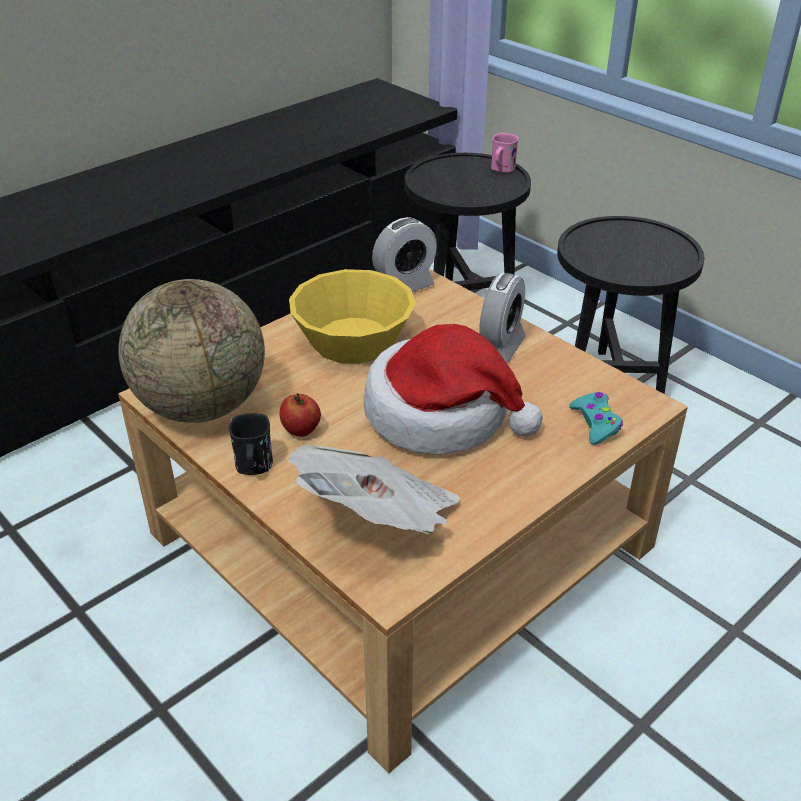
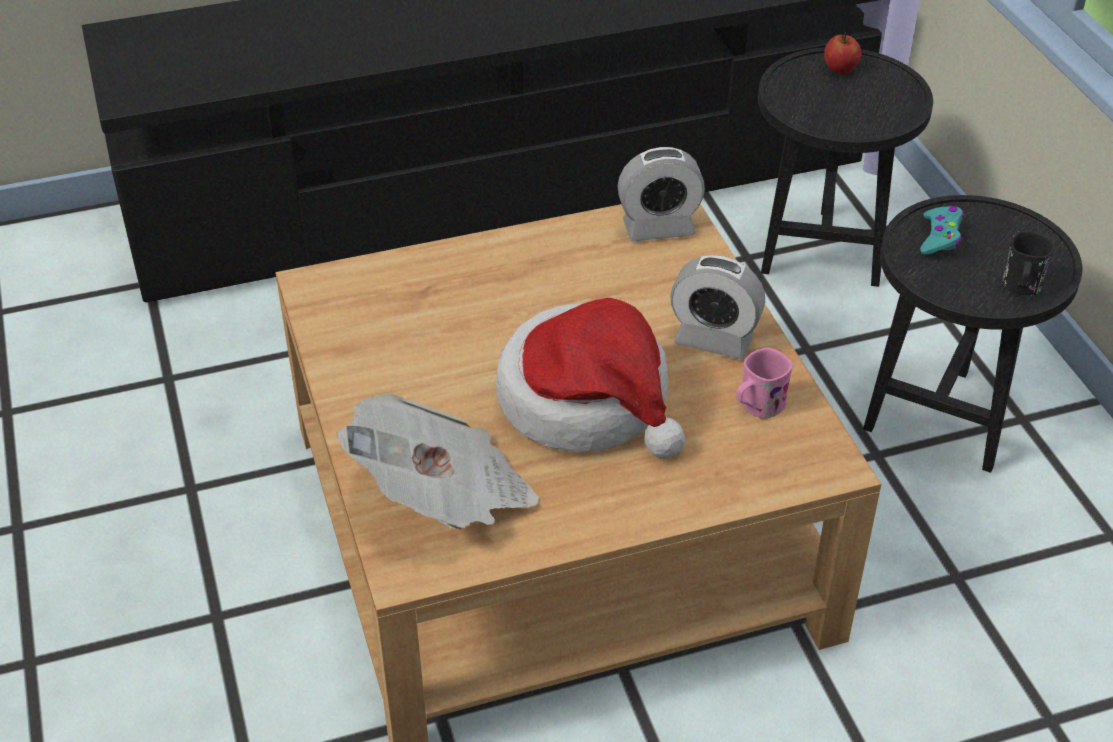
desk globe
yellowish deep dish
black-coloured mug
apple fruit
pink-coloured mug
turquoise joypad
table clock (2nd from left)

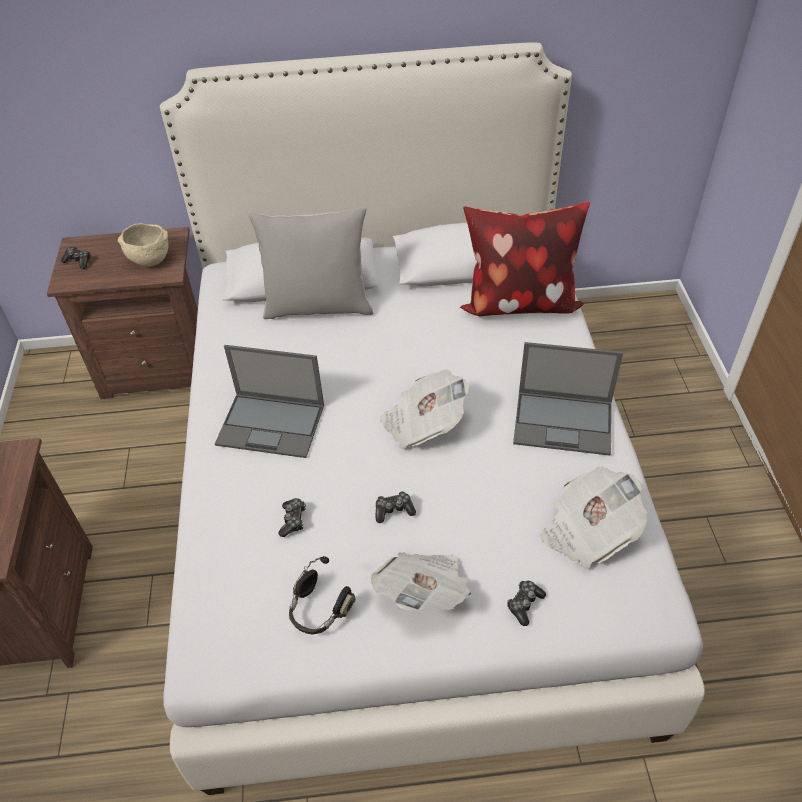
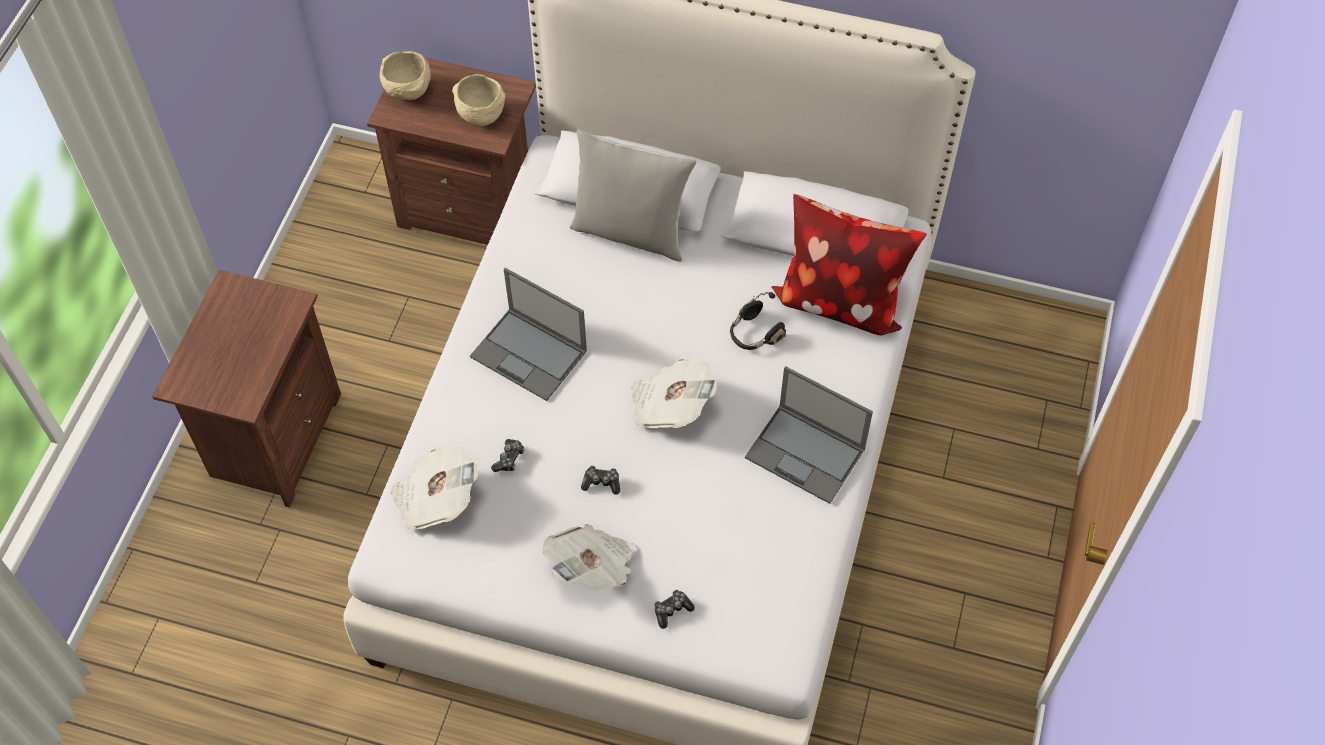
black-coloured headset
newspaper (1st from left)
beige-coloured deep dish (1st from left)

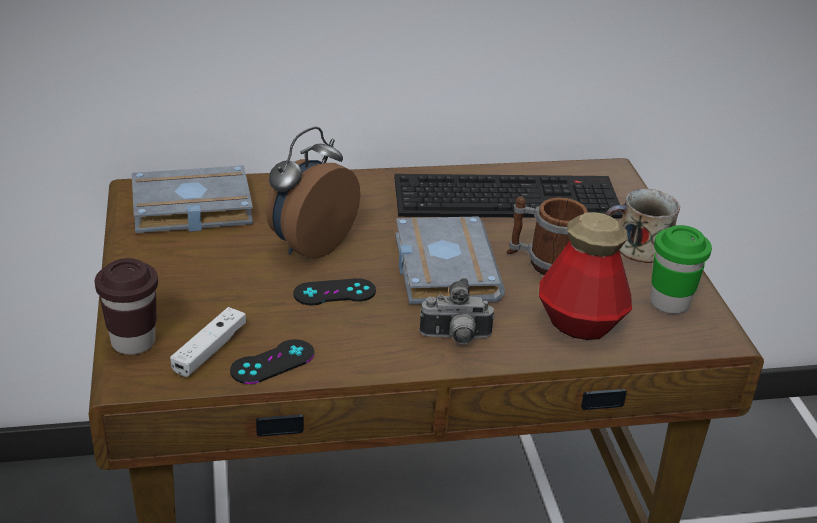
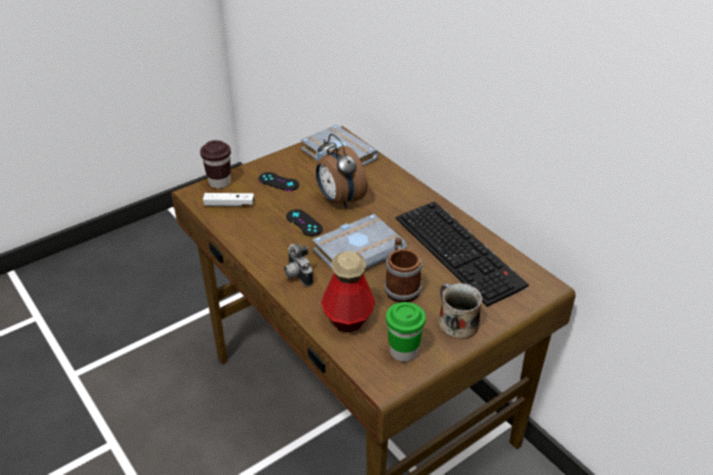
black-coloured joypad (1st from left)
table clock

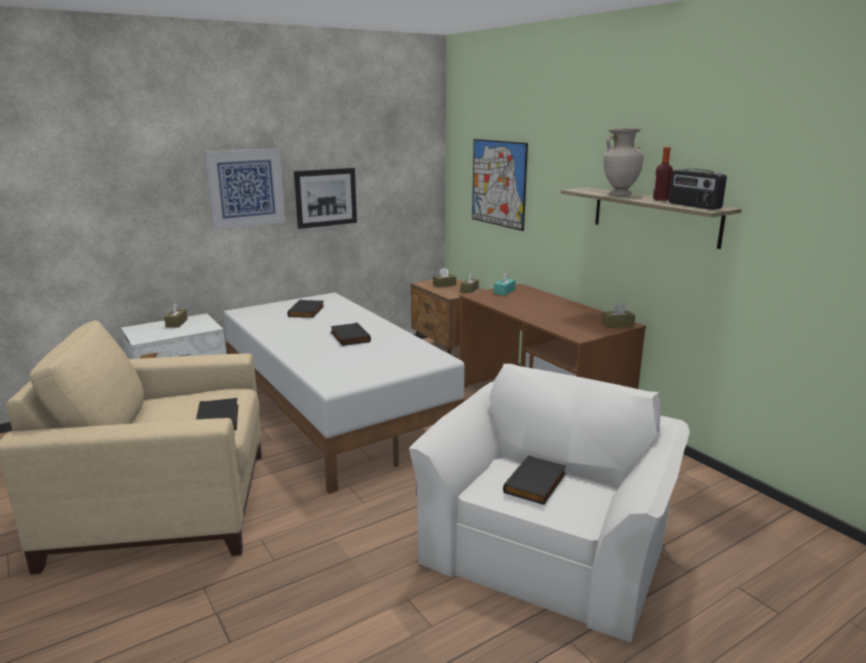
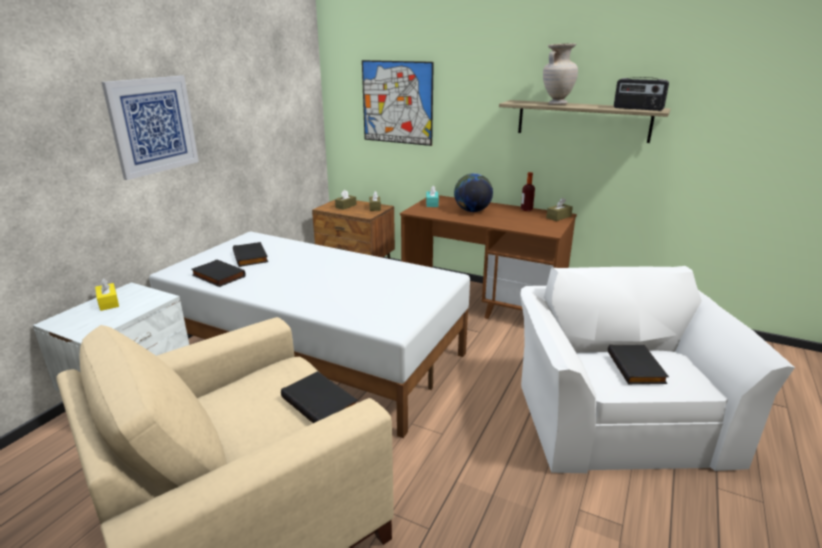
wall picture (2nd from left in the first image)
desk globe
black-coloured bound book (1st from left)
drink bottle
yellowish tissue holder

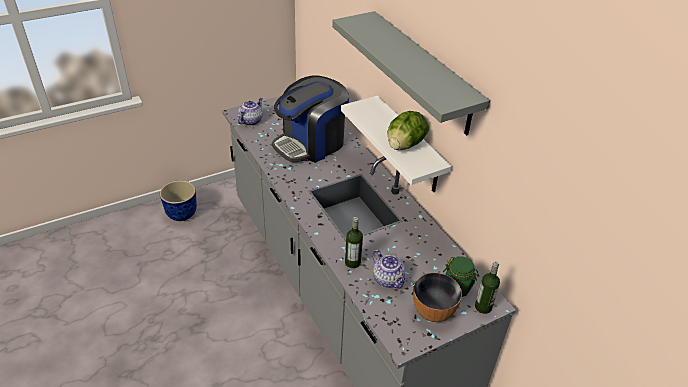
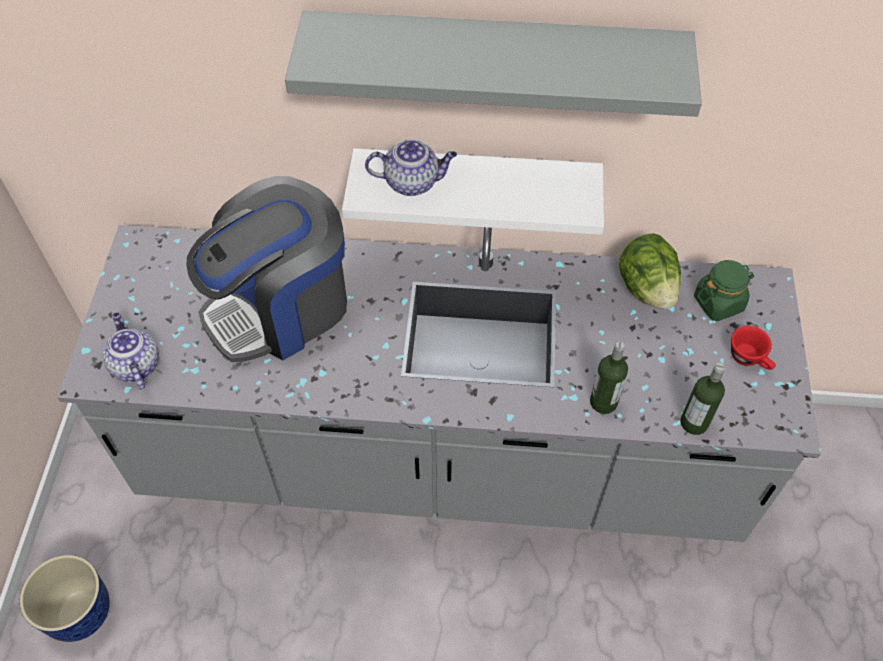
tea pot (2nd from left)
head of lettuce
drink bottle (2nd from left)
red drinking cup
coffee maker

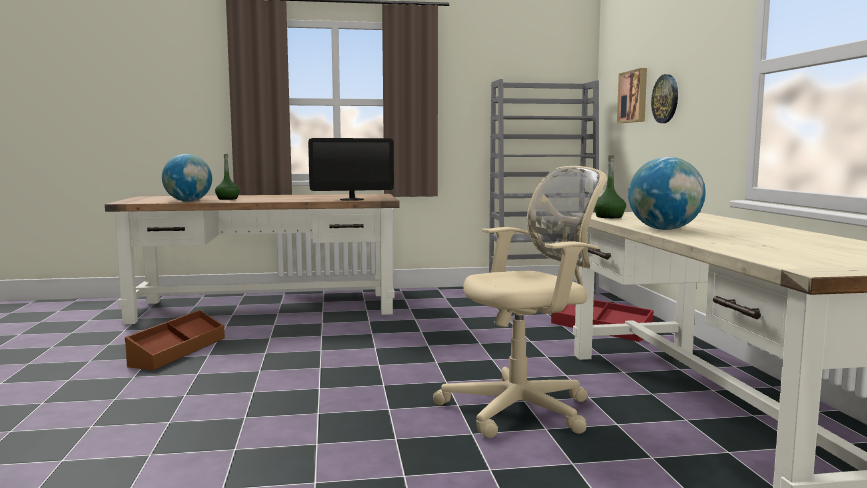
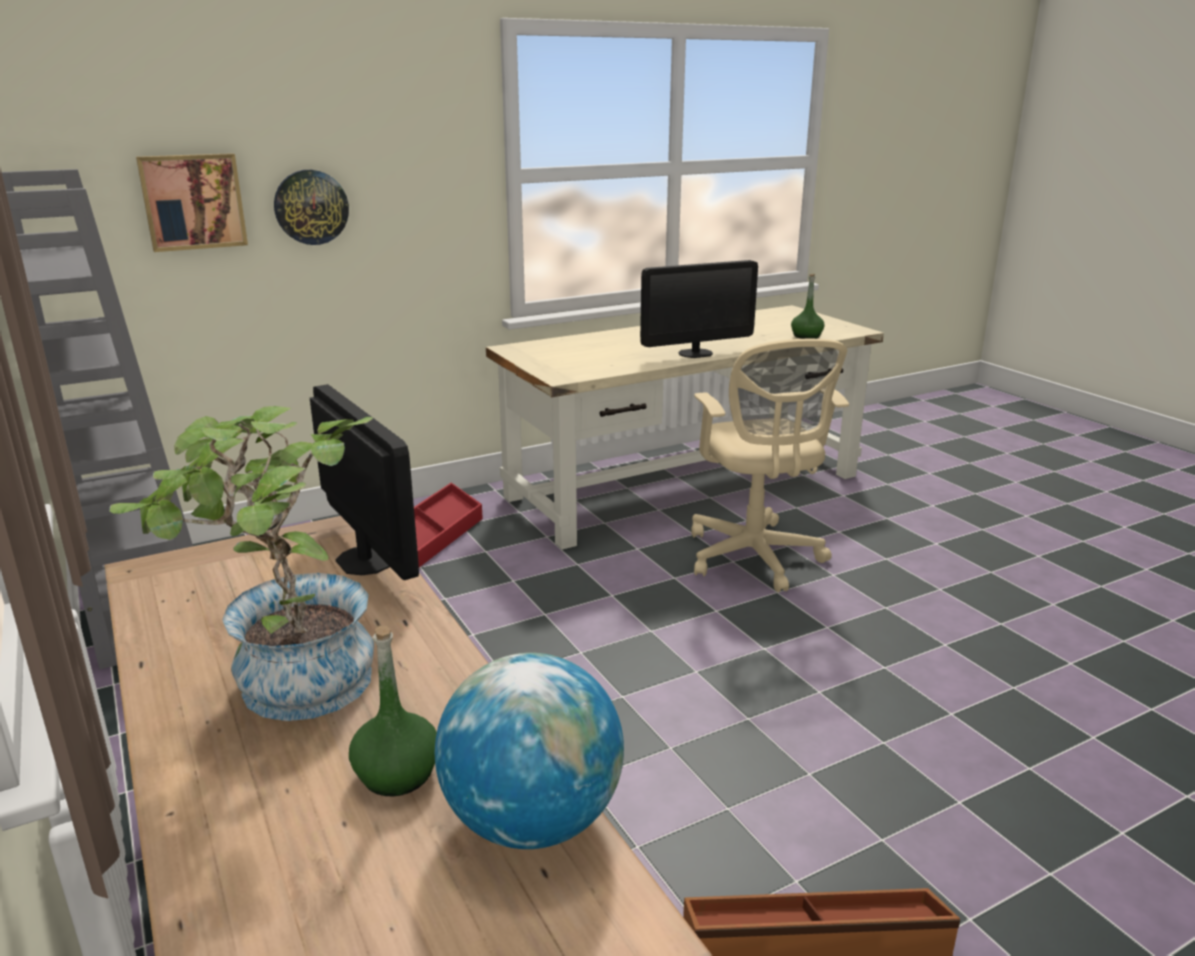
plant in a pot
greenish drink bottle (2nd from left)
monitor (2nd from left)
beige-coloured office chair

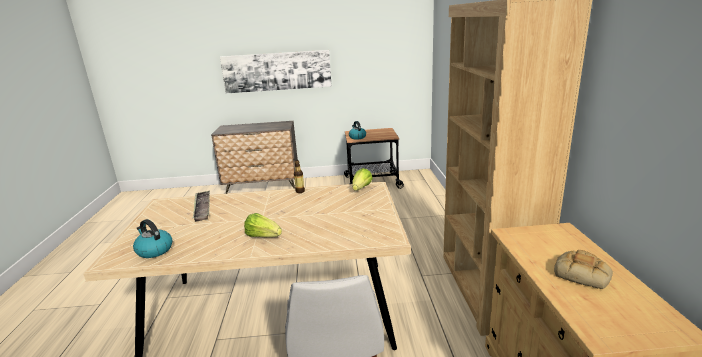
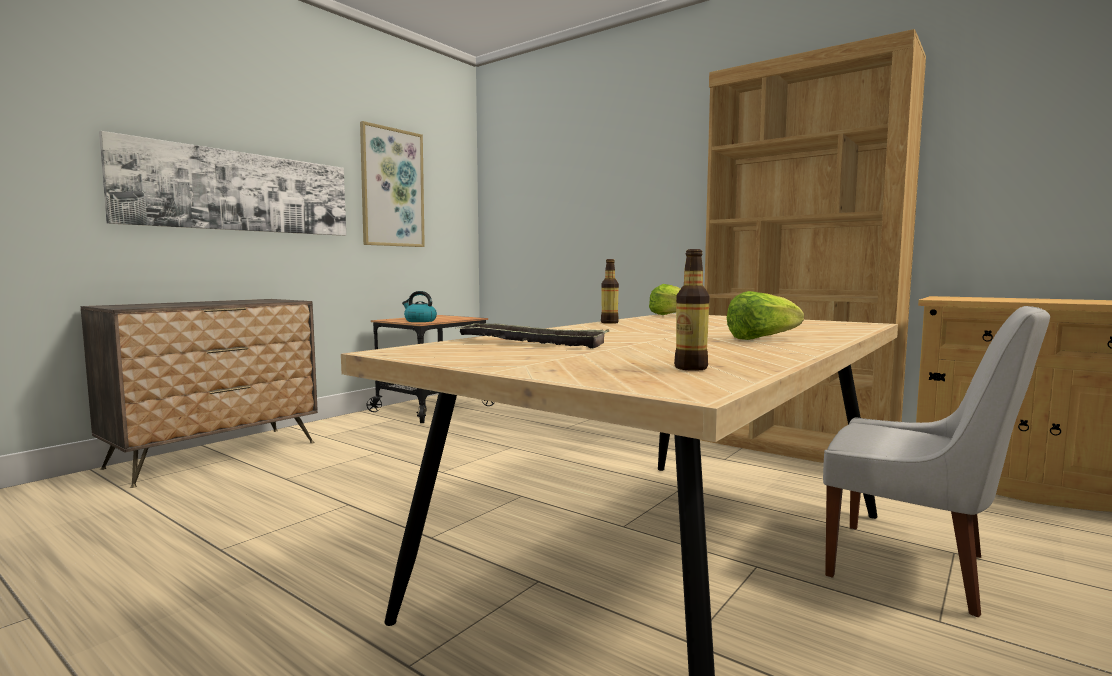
bread
wall picture (2nd from left)
drink bottle (2nd from left)

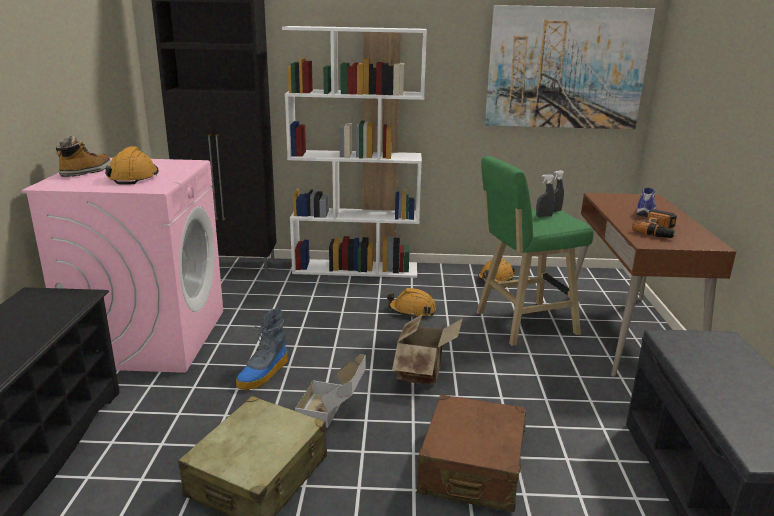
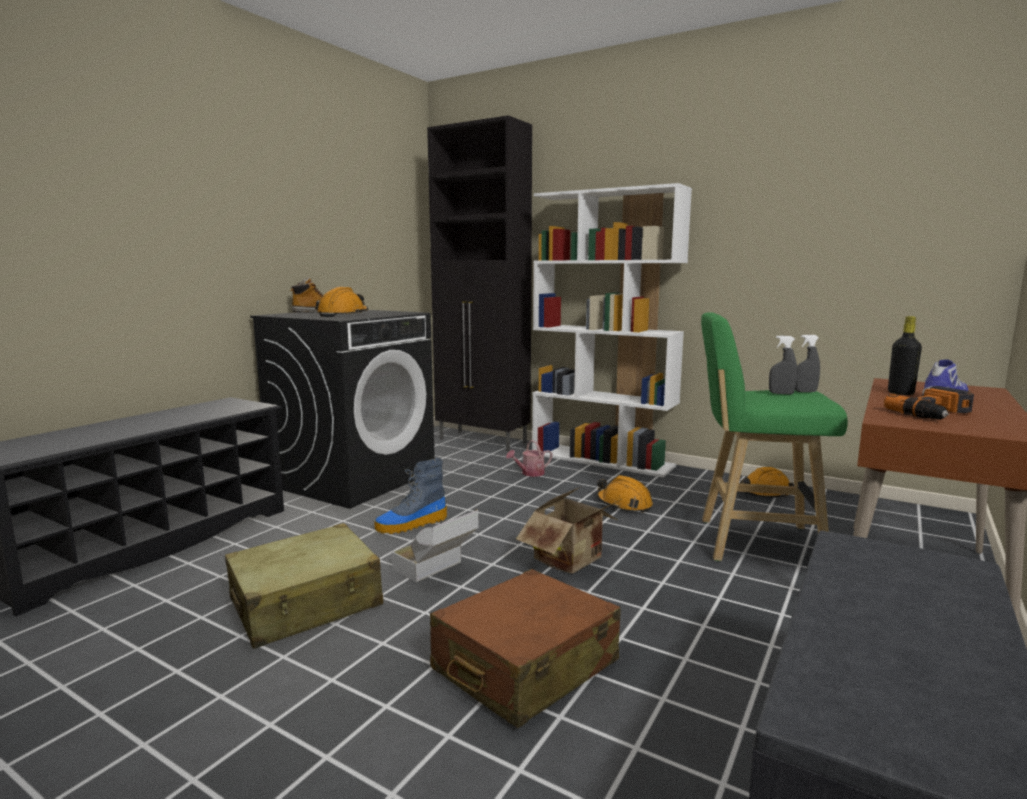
wall picture
watering can
black-coloured drink bottle
black-coloured washing machine

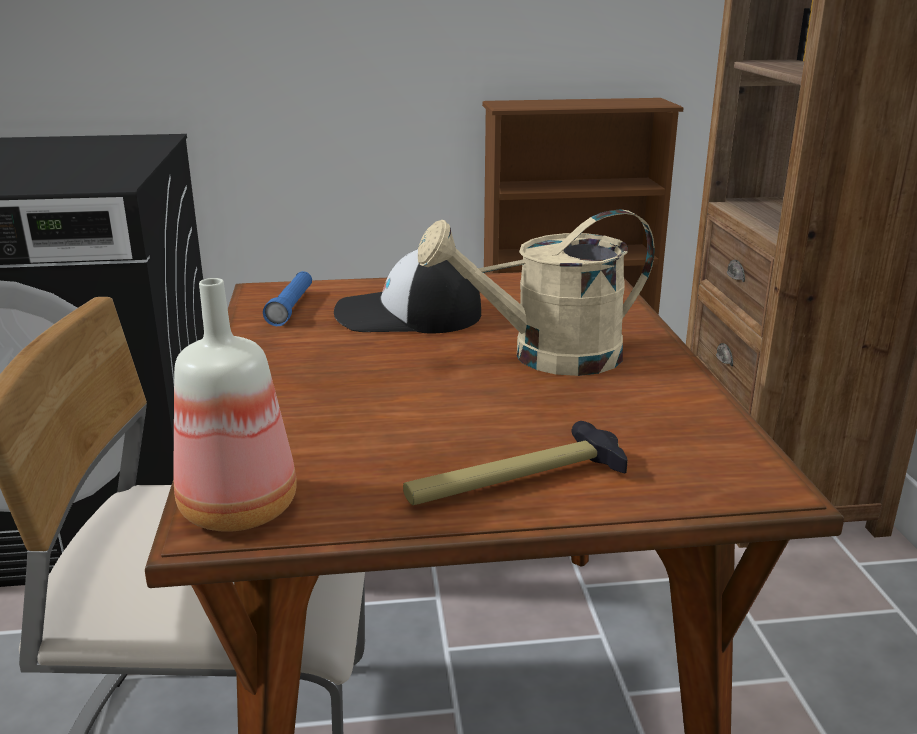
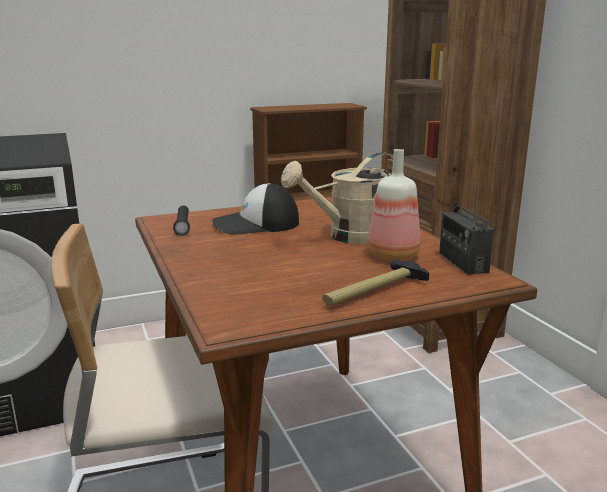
radio
drink bottle
black-coloured torch

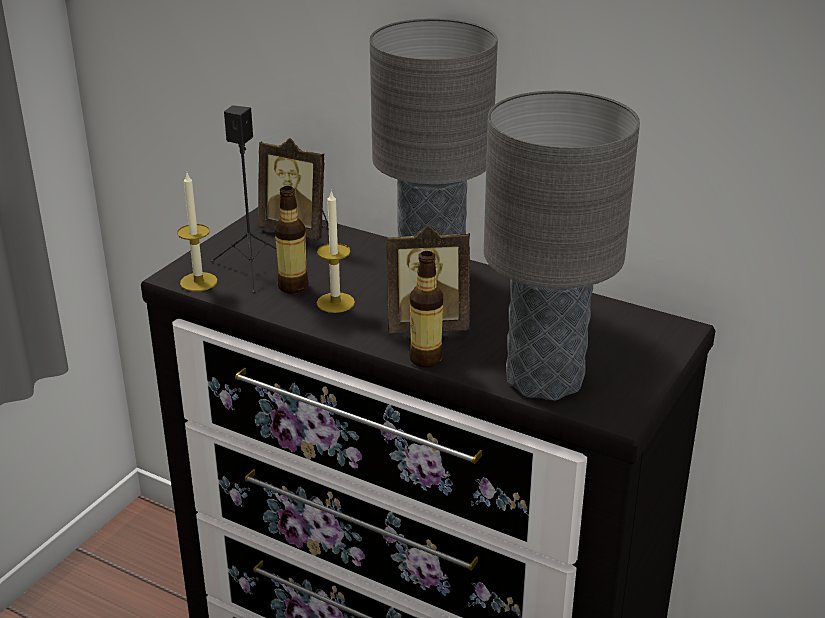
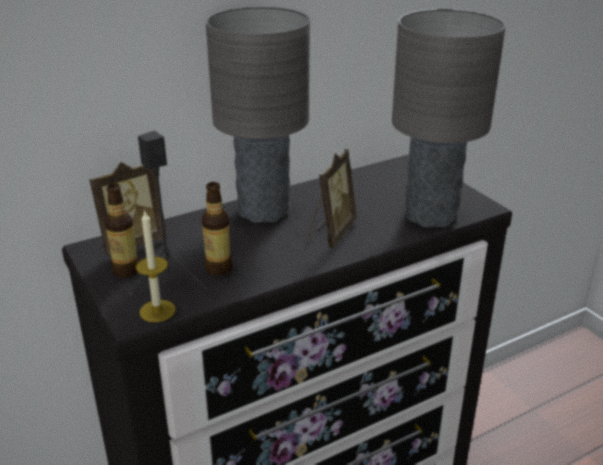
wax candle (2nd from left in the first image)
drink bottle (1st from left)

